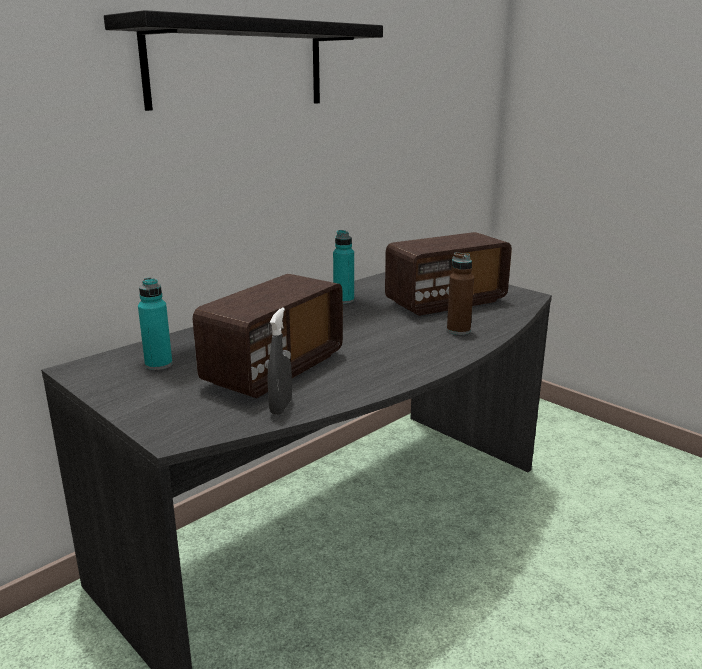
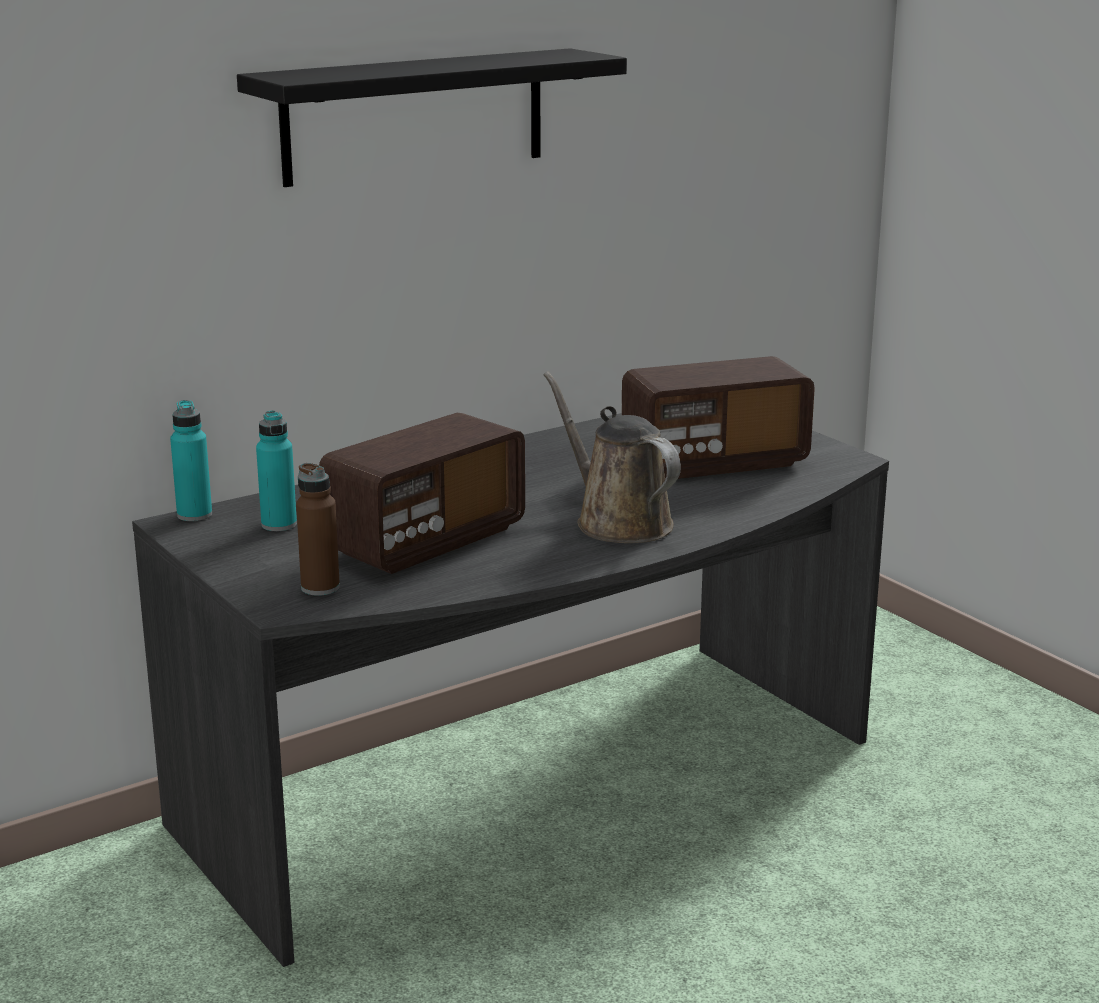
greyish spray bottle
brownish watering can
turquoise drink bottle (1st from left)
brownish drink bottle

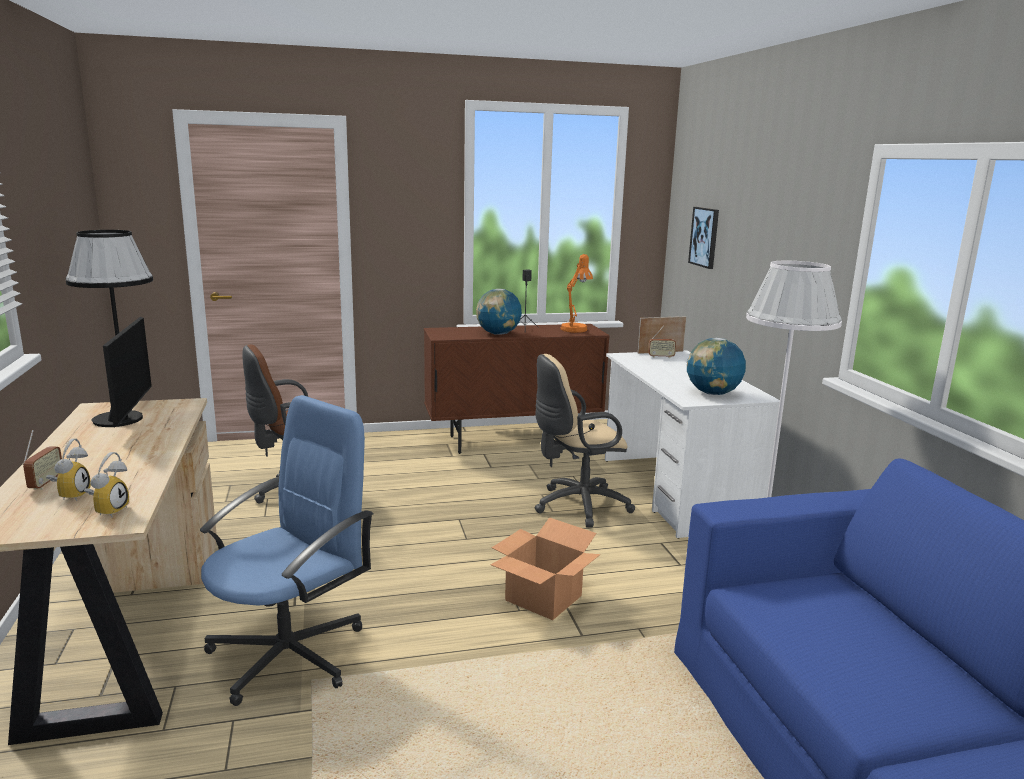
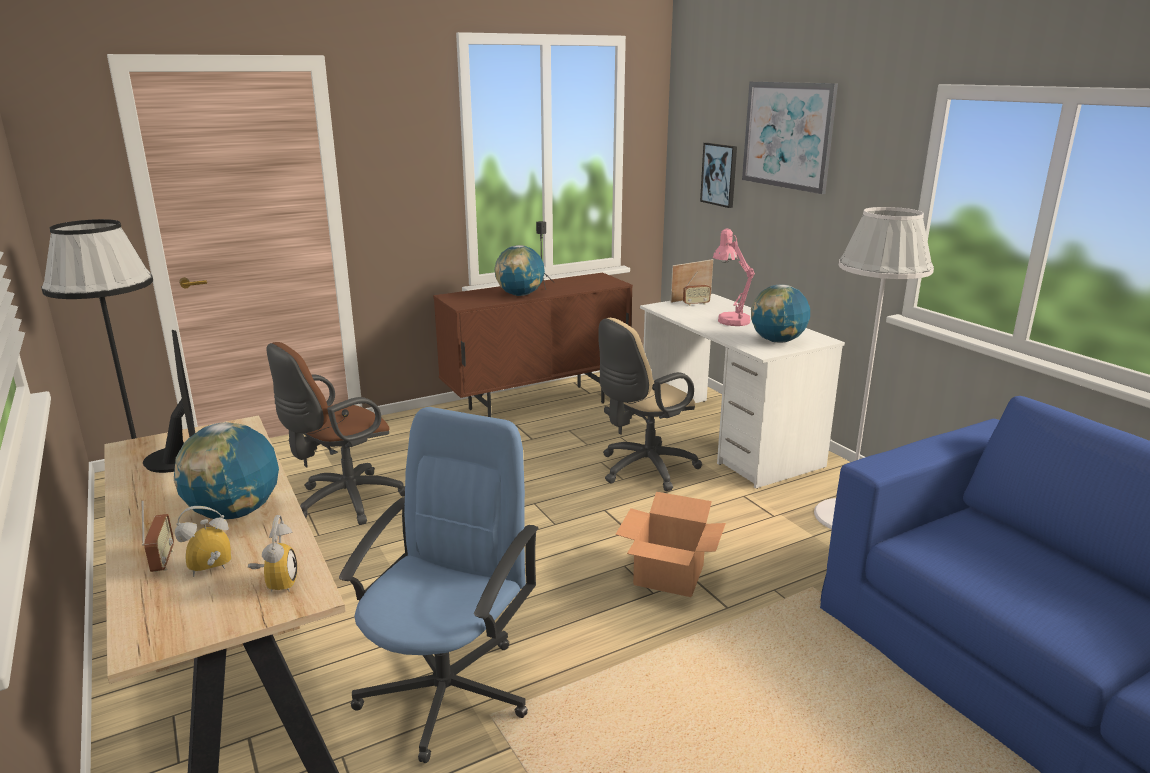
orange tabletop lamp
desk globe (1st from left)
pink-coloured tabletop lamp
wall picture (2nd from left)
table clock (1st from left)

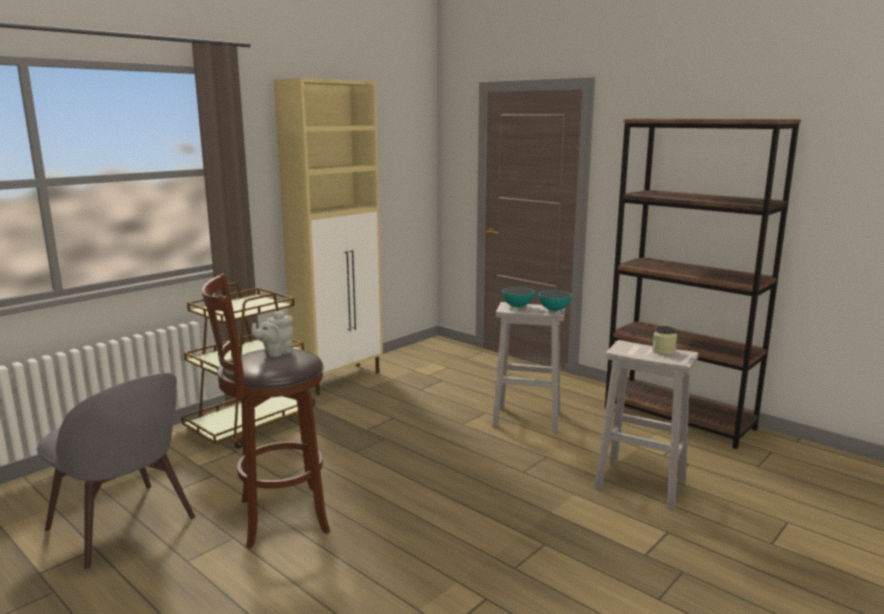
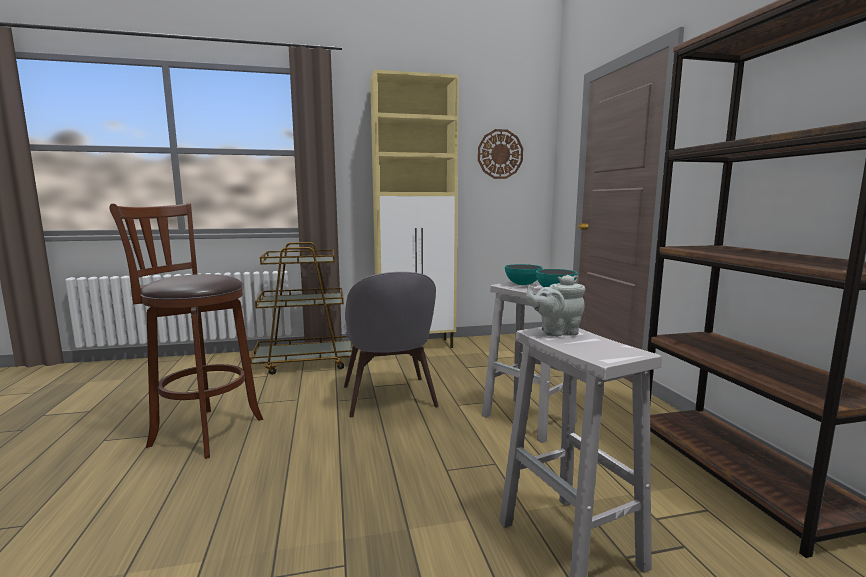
preserve jar
wall clock
greyish plain chair
greyish tea pot

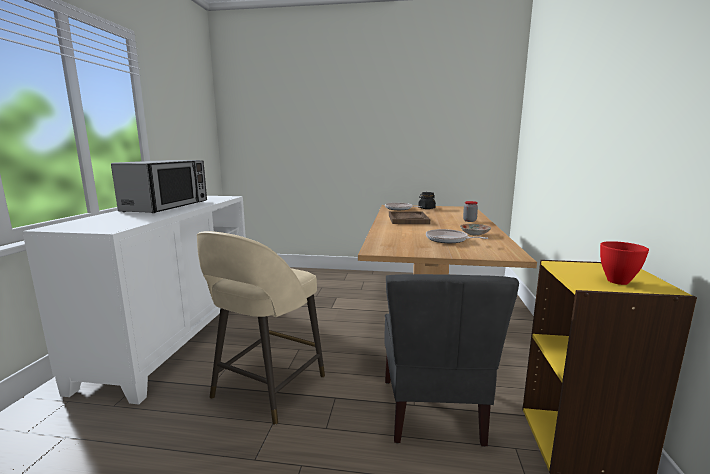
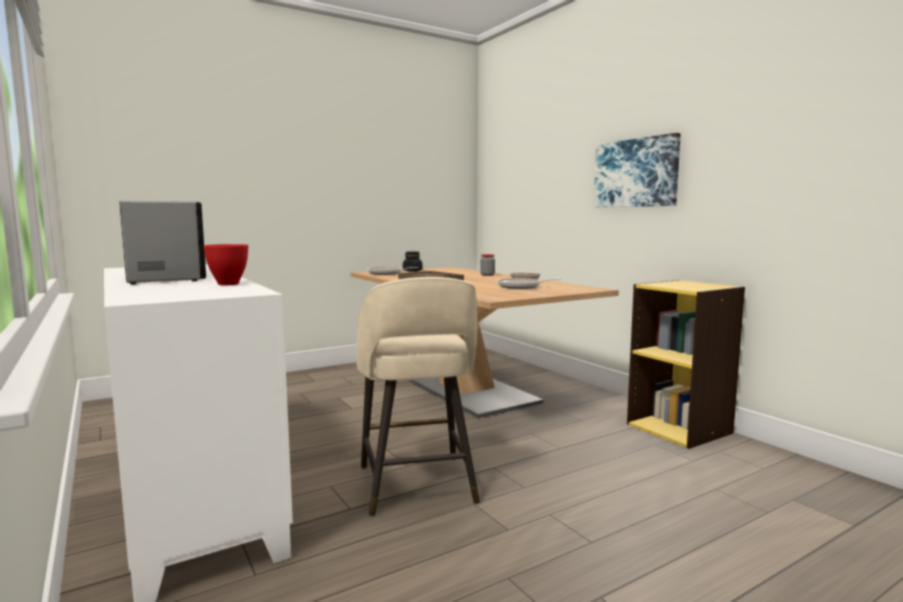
greyish plain chair
wall picture
red deep dish

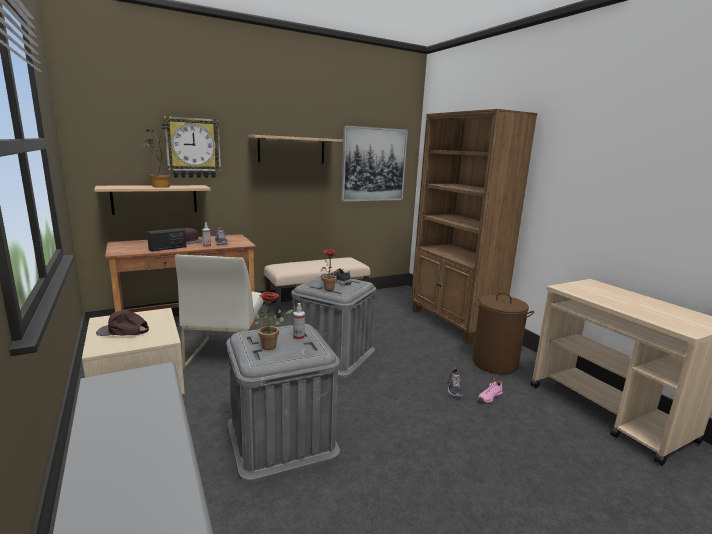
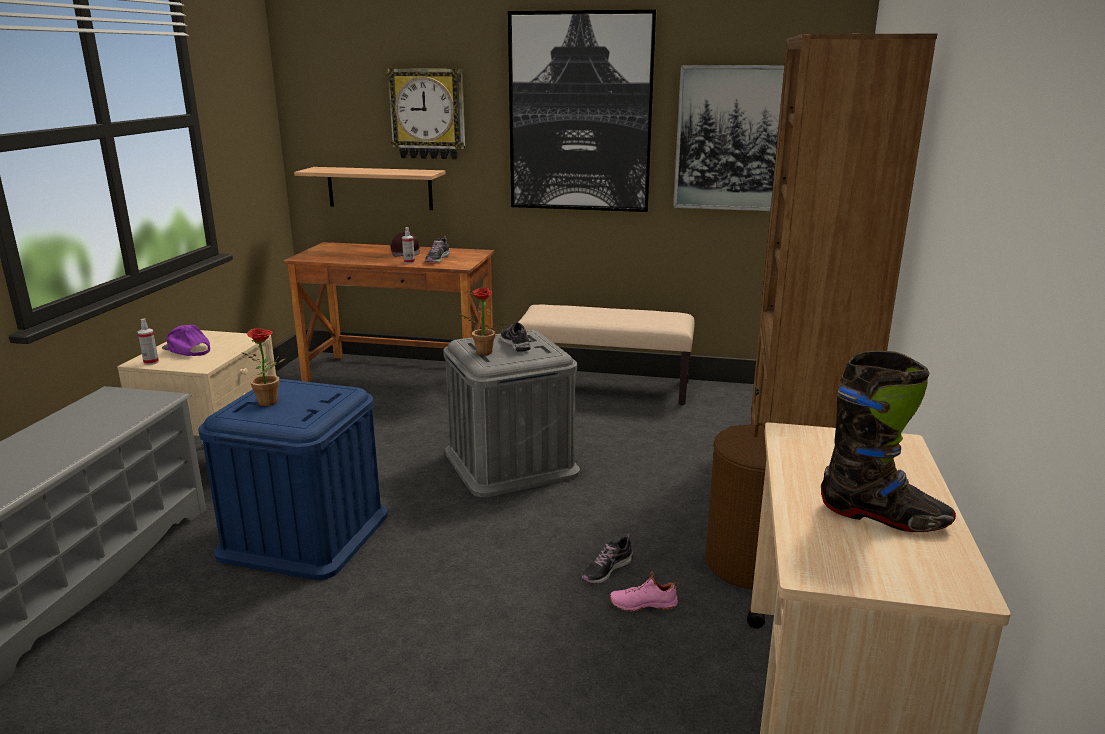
plant in a pot (1st from left in the first image)
radio
whitish plain chair
black-coloured high-top boot
spray bottle (1st from left)
wall picture (1st from left)
purple-coloured peaked cap
blue storage container

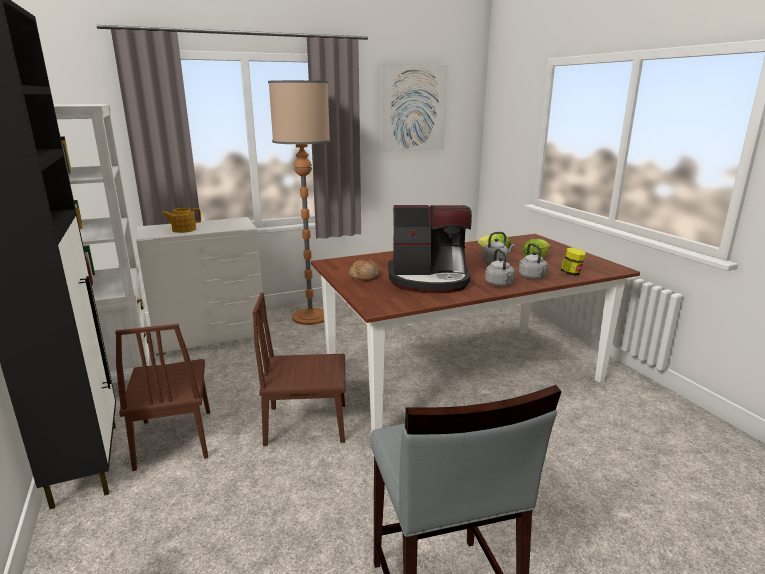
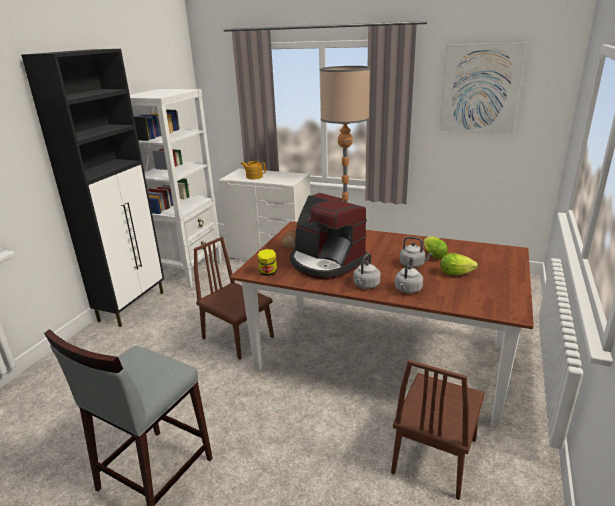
brownish plain chair (2nd from left)
preserve jar

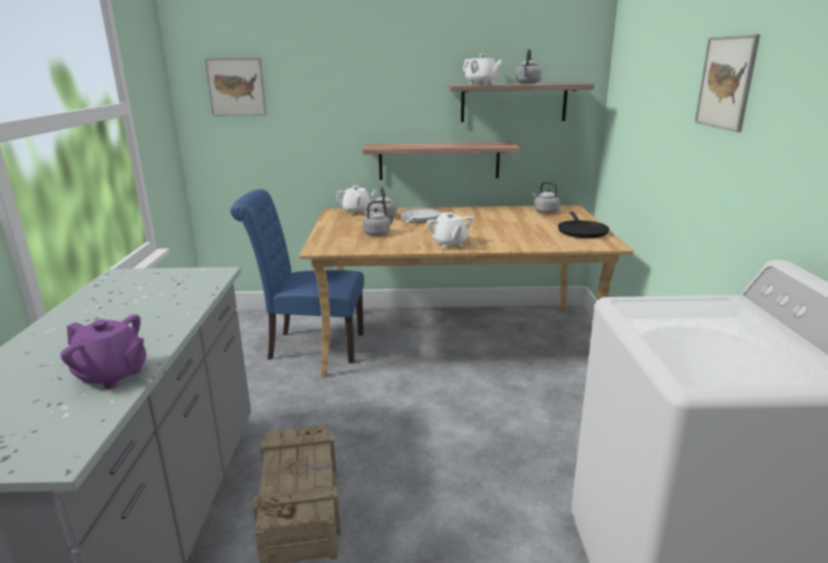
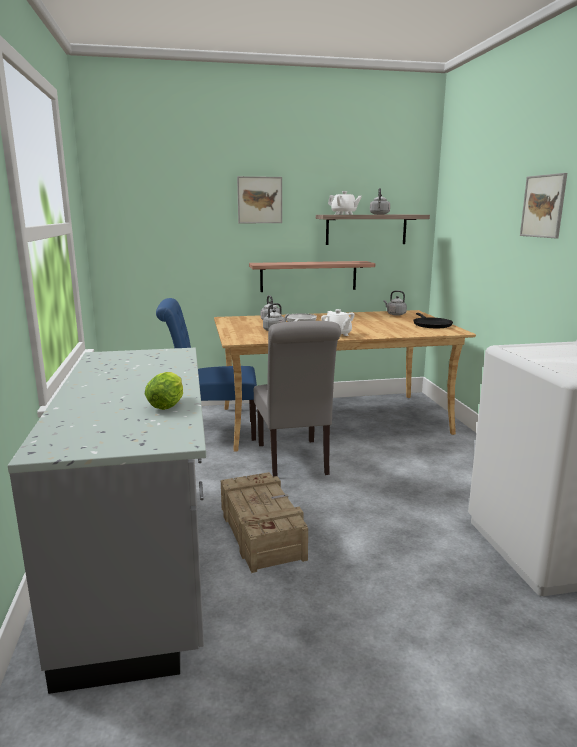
whitish tea pot (1st from left in the first image)
greyish plain chair
wall picture (1st from left)
head of lettuce

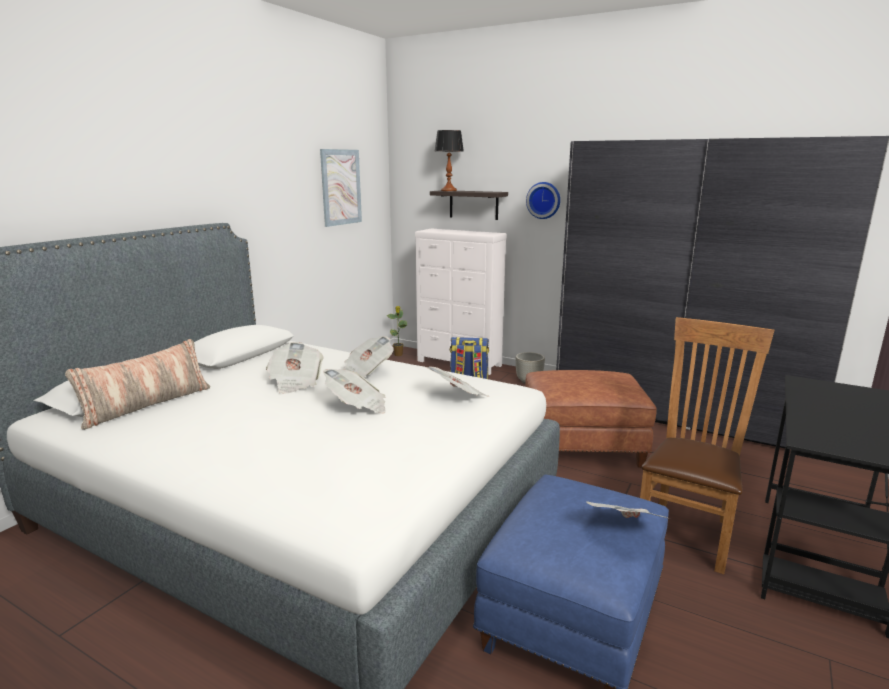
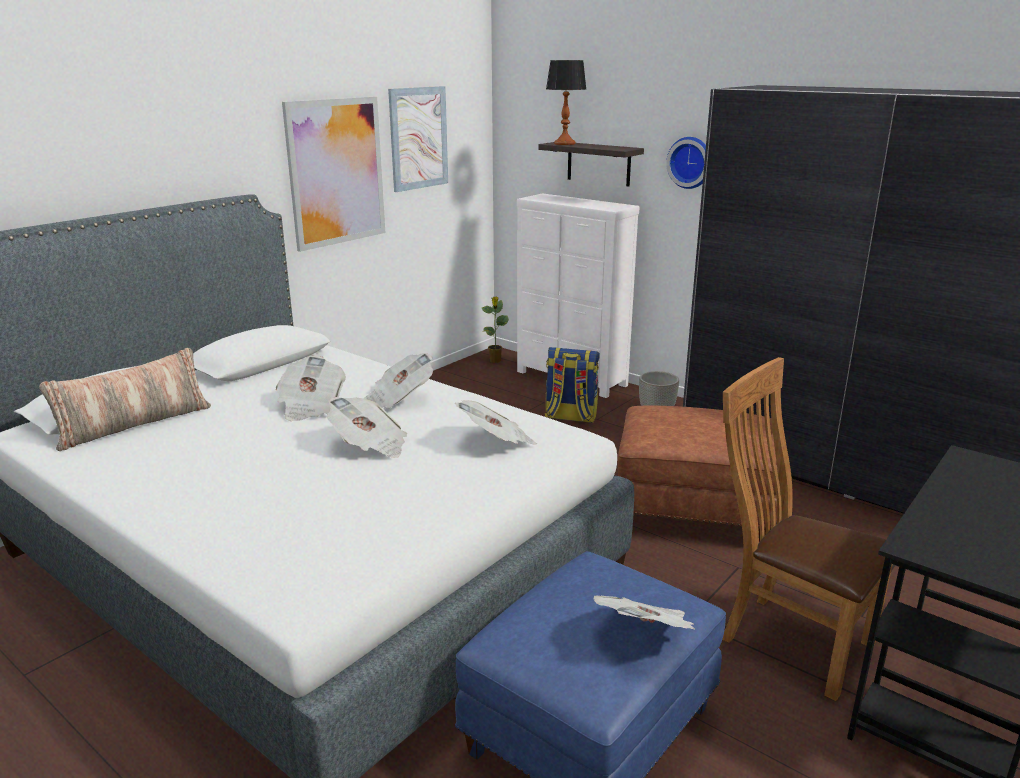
wall picture (1st from left)
brownish plain chair

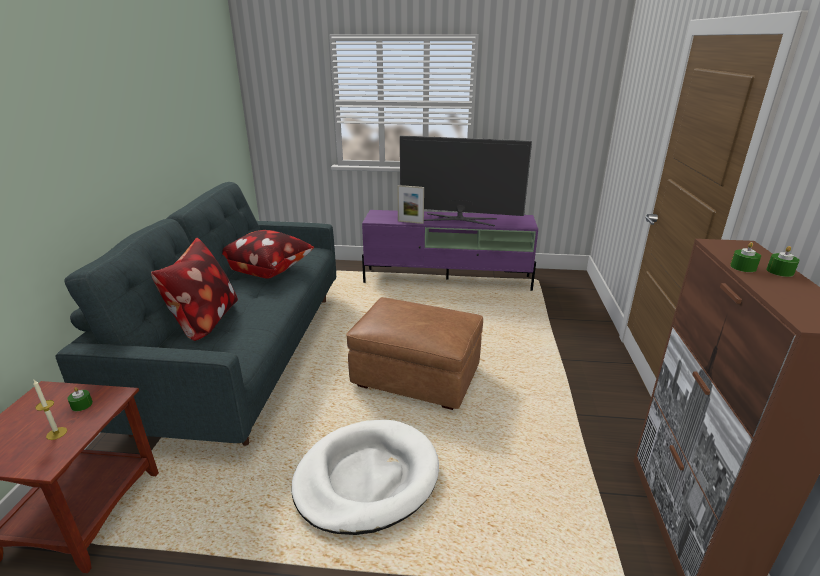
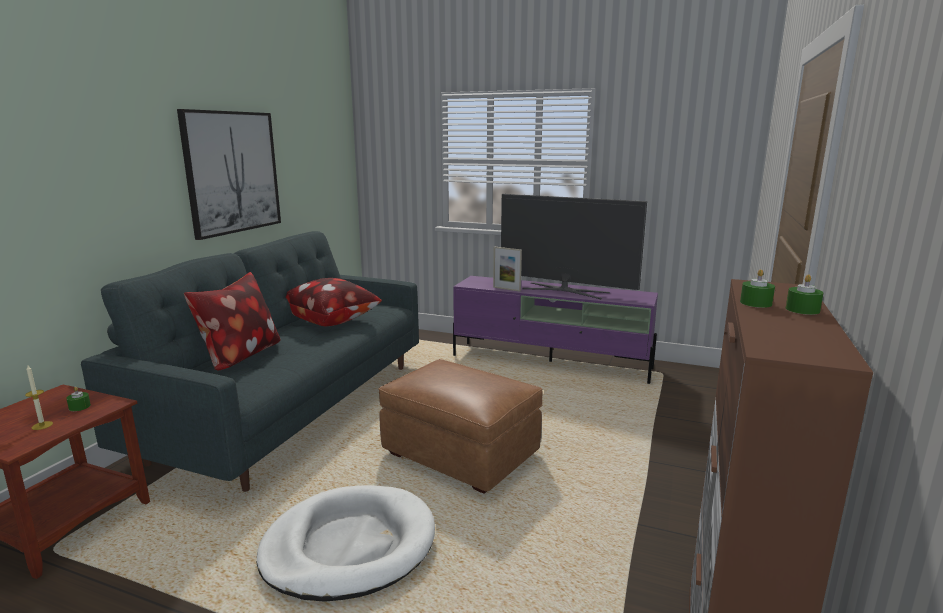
wall picture

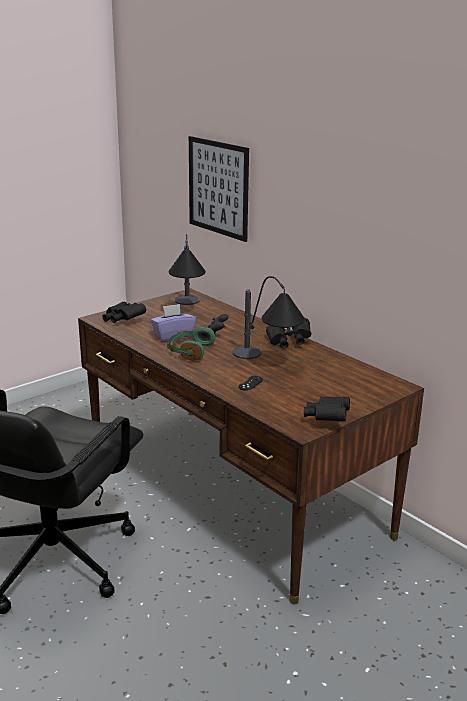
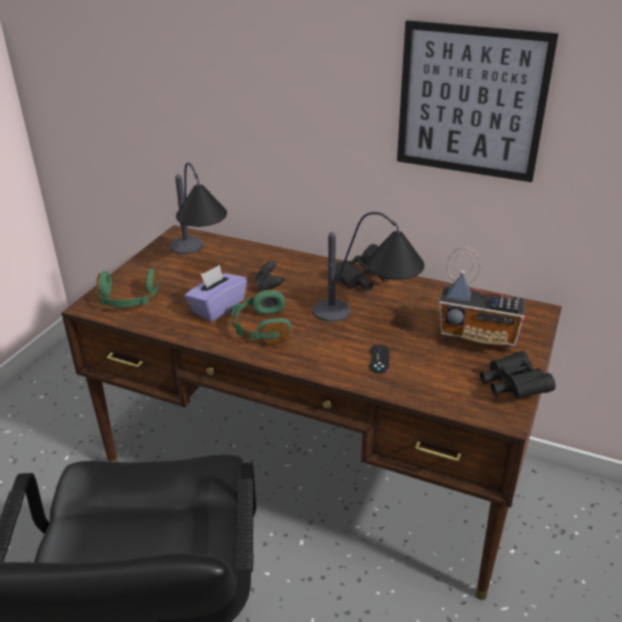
radio
wall picture
greenish headset (1st from left)

